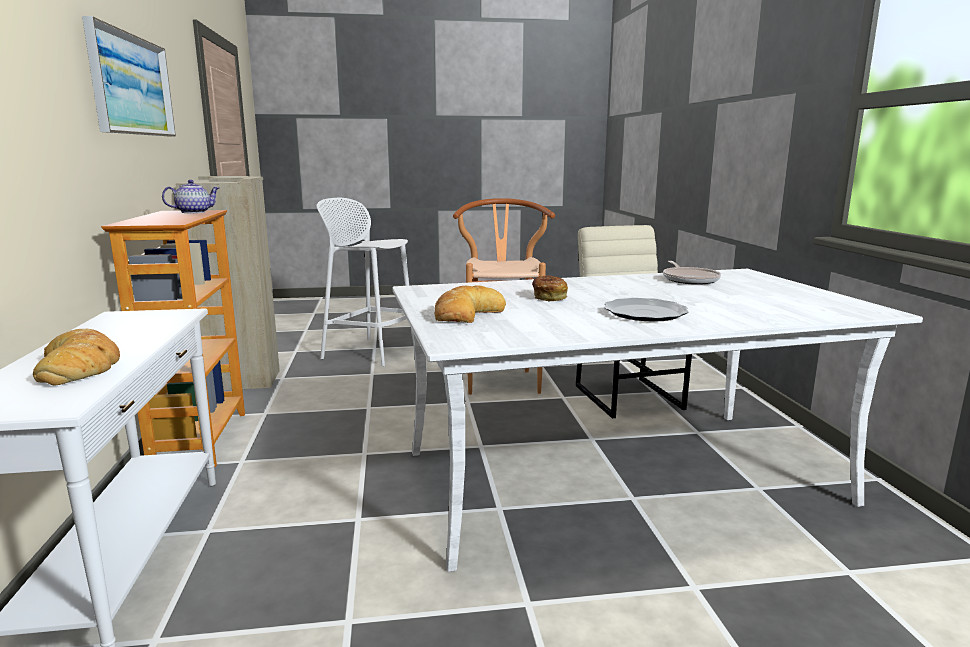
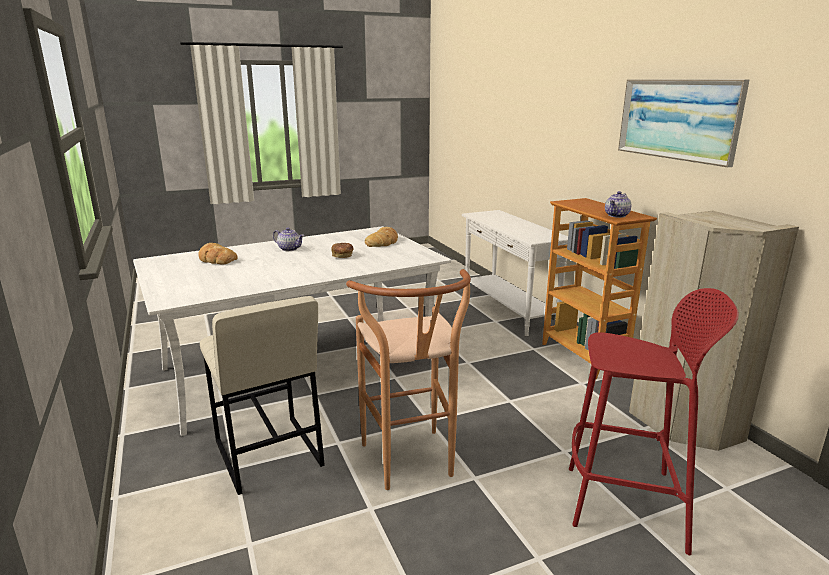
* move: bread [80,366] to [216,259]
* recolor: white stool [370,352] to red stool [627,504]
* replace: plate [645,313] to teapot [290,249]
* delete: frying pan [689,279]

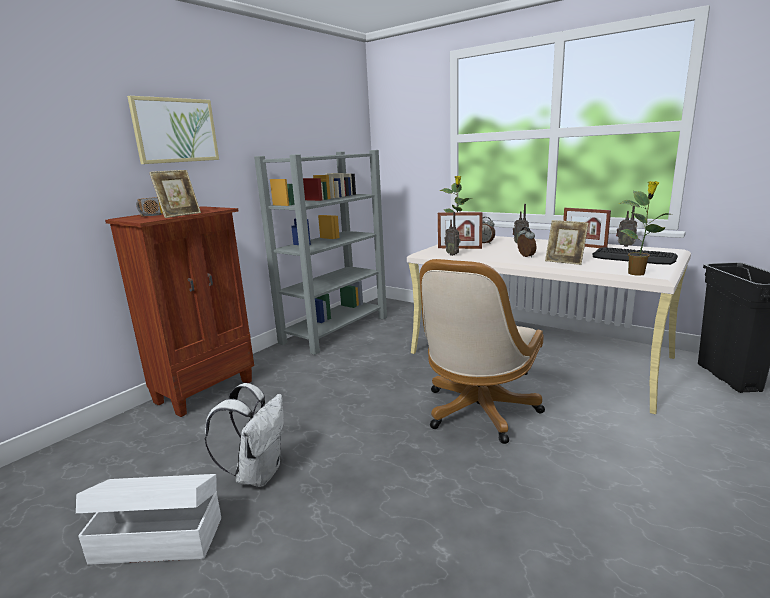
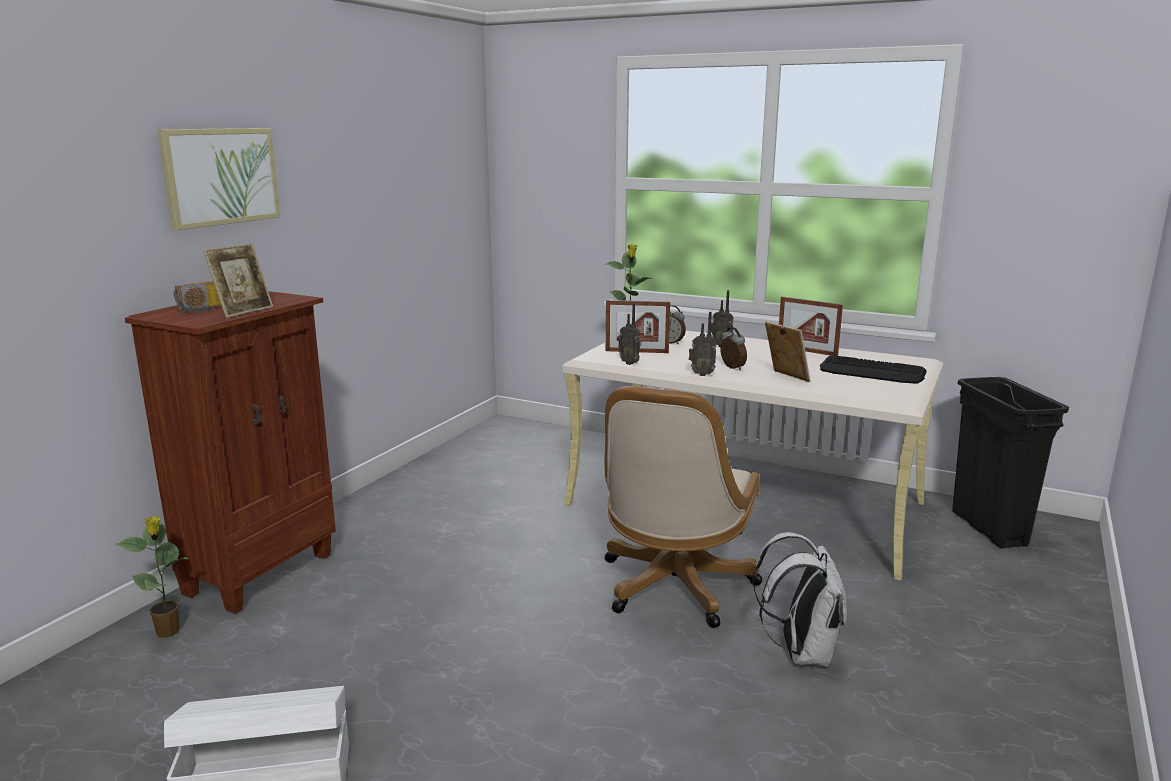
* move: white backpack [258,473] to [801,652]
* delete: grey bookcase [335,330]
* rotate: picture frame [565,261] = [785,377] 150 degrees counterclockwise
* move: radio [624,245] to [702,374]
* move: potted plant [637,273] to [169,632]

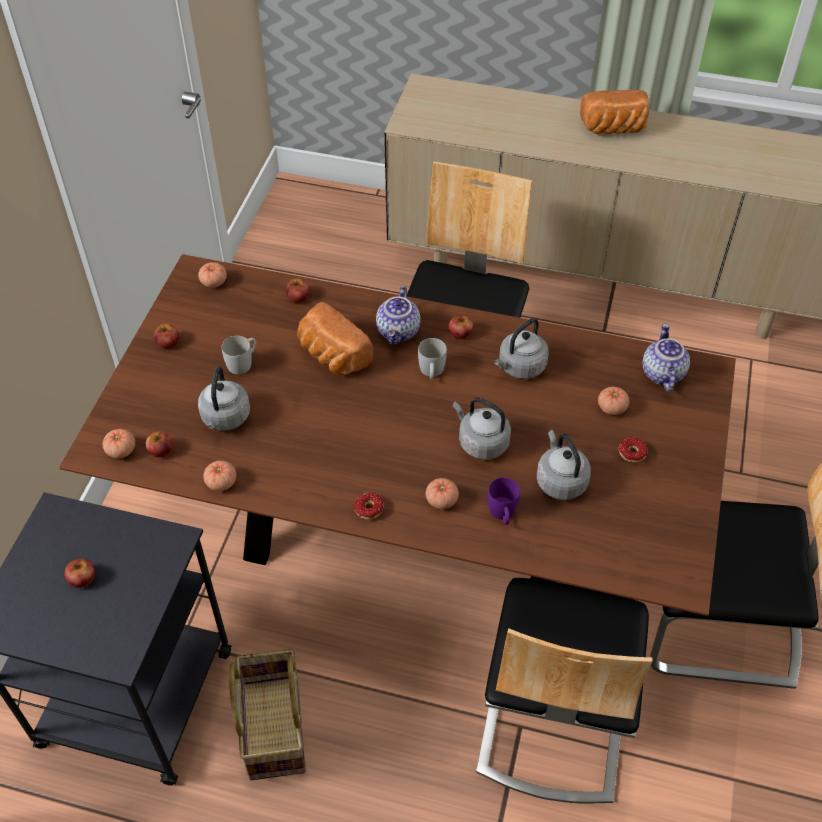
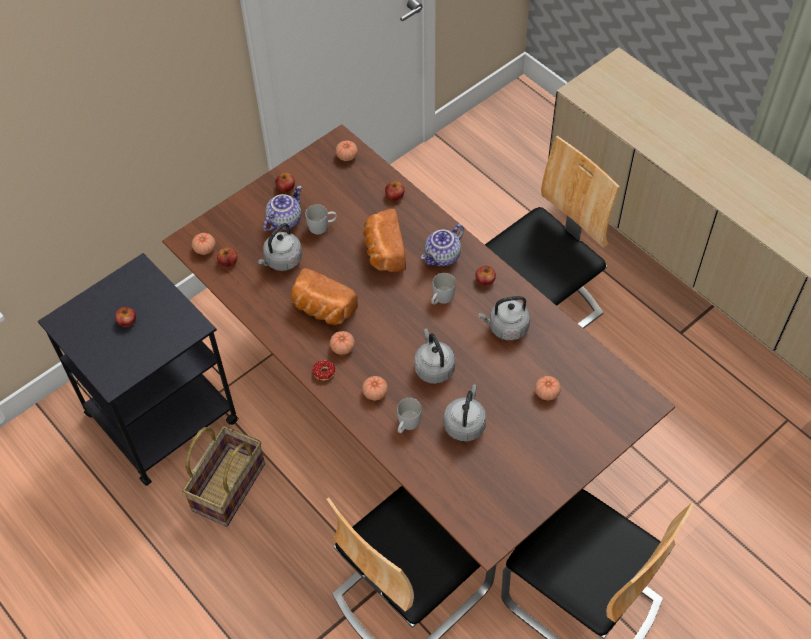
* move: tomato [221,482] to [342,347]
* recolor: purple mug [502,514] to white mug [407,425]
* move: bread [613,129] to [322,309]
* delete: donut [629,456]
* move: teapot [661,373] to [284,220]

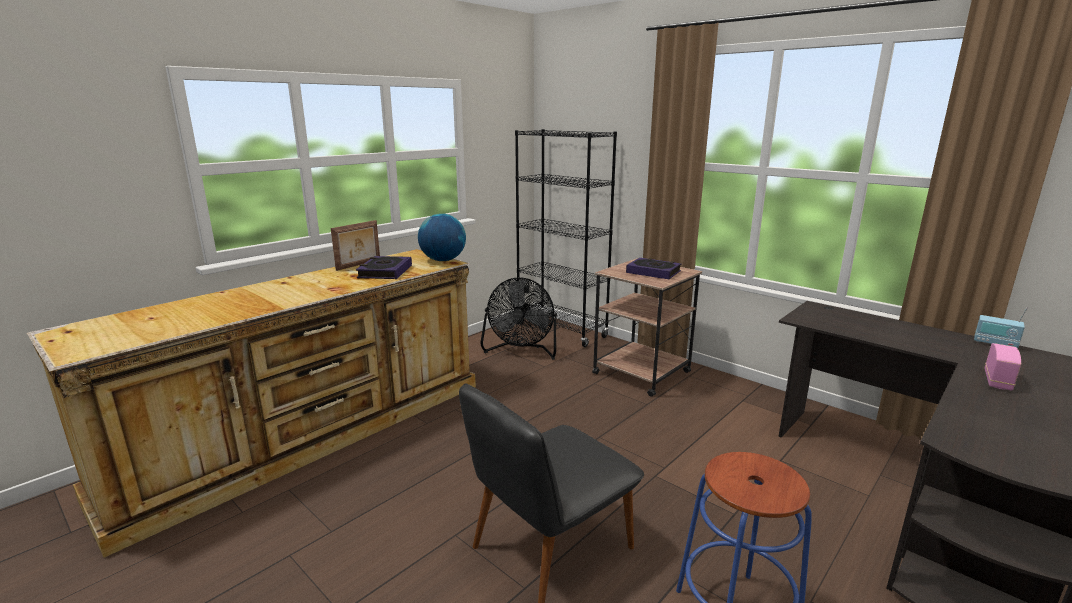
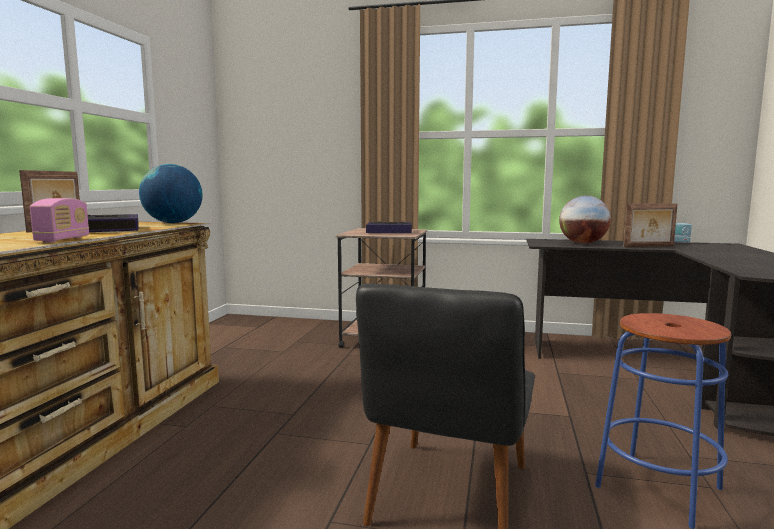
* delete: black fan [519,350]
* delete: black bookcase [561,330]
* move: radio [997,381] to [63,239]
* insert: globe [583,243]
* insert: picture frame [649,246]

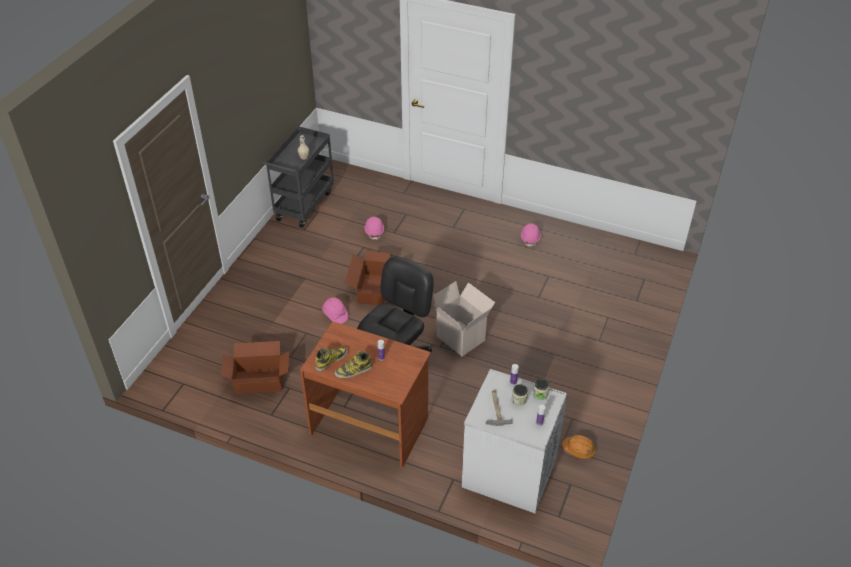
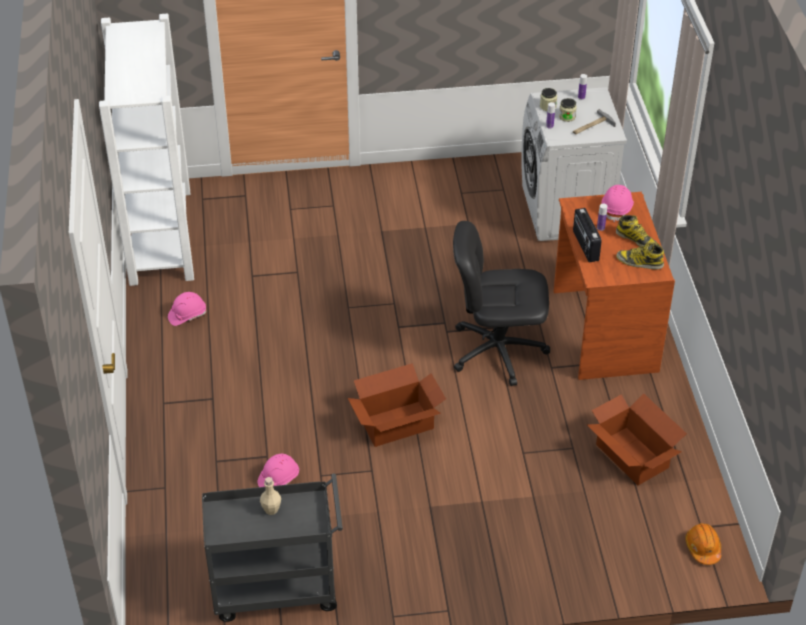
* move: pink hard hat [335,315] to [617,208]
* delete: cardboard box [462,338]
* move: orange hard hat [578,450] to [702,548]
* insert: white bookcase [160,236]
* insert: radio [585,246]

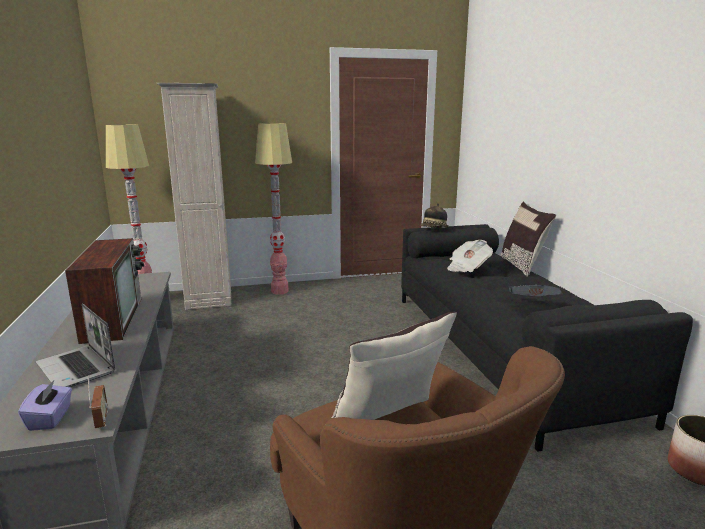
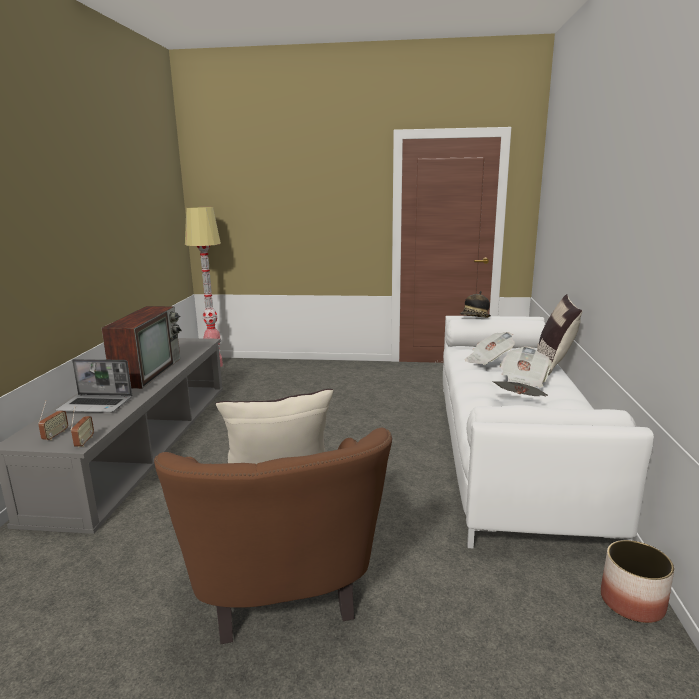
* replace: purple tissue box [50,418] to radio [55,435]
* rotate: laptop [77,368] = [96,405] 60 degrees counterclockwise
* delete: beige cabinet [210,298]
* delete: floor lamp [279,291]
* recolor: black sofa [500,350] to white sofa [510,451]
* insert: newspaper [523,381]

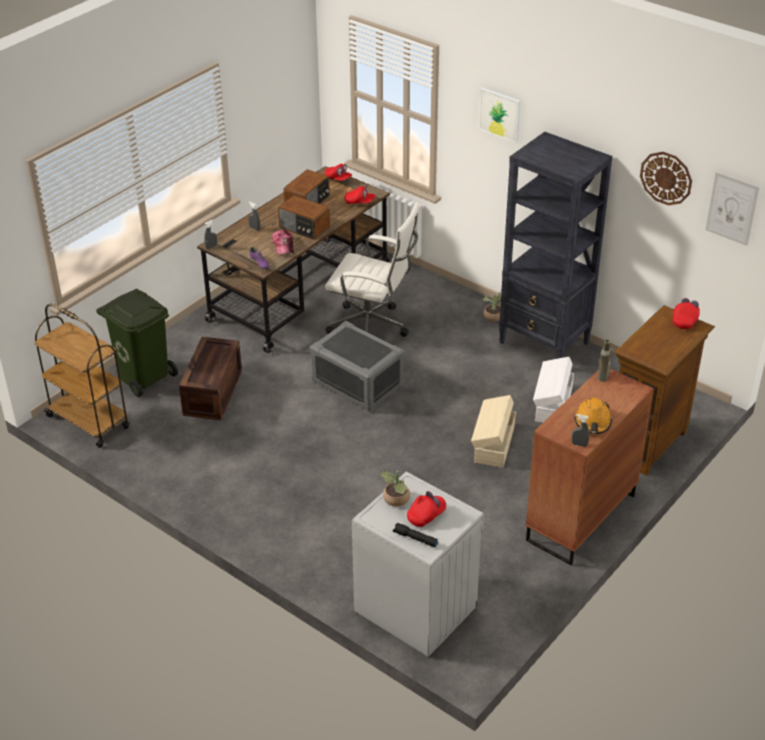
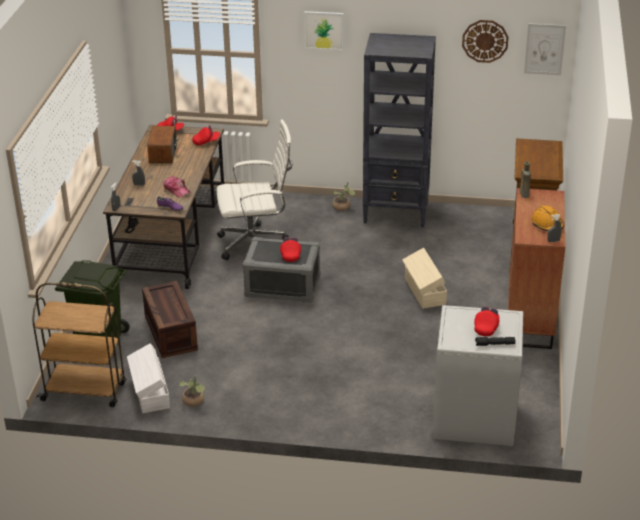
* delete: radio [304,228]
* move: potted plant [396,501] to [194,402]
* move: white storage box [552,404] to [150,392]
* move: red cap [685,320] to [290,255]

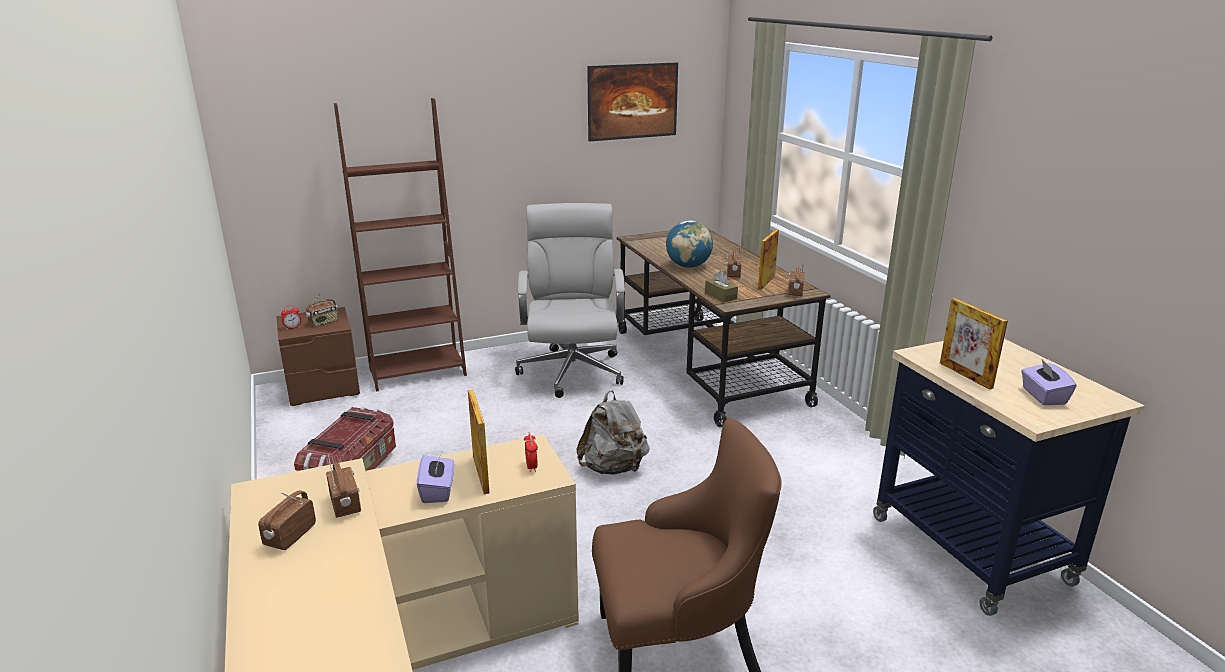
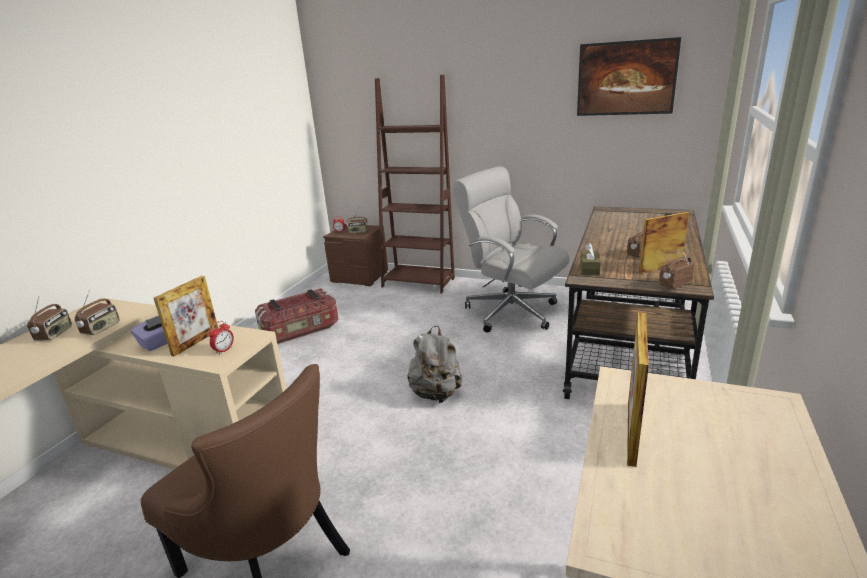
* rotate: radio [289,536] = [55,334] 120 degrees clockwise
* rotate: grey office chair [572,372] = [512,312] 90 degrees counterclockwise
* delete: globe [688,266]
* delete: purple tissue box [1043,396]

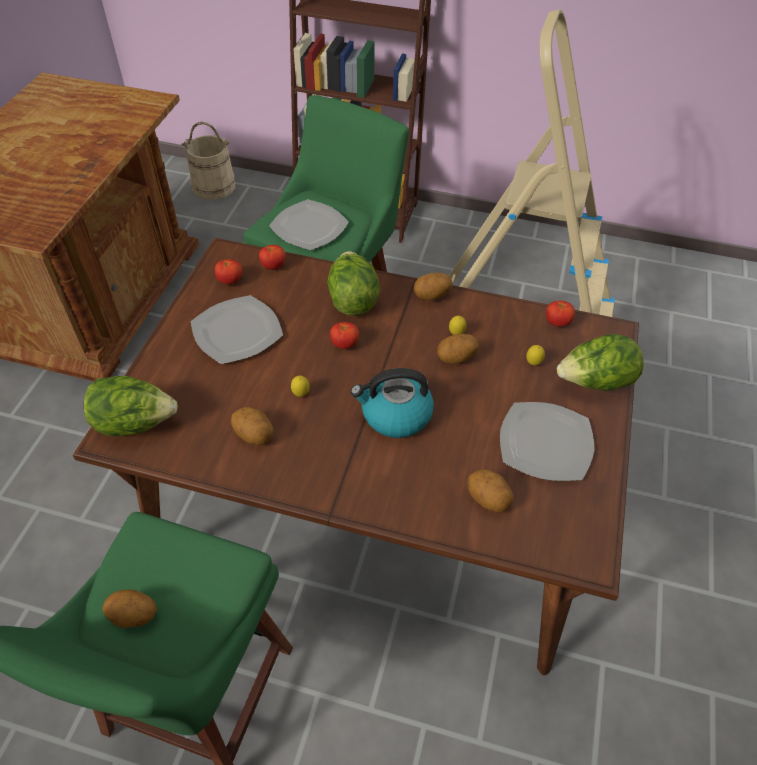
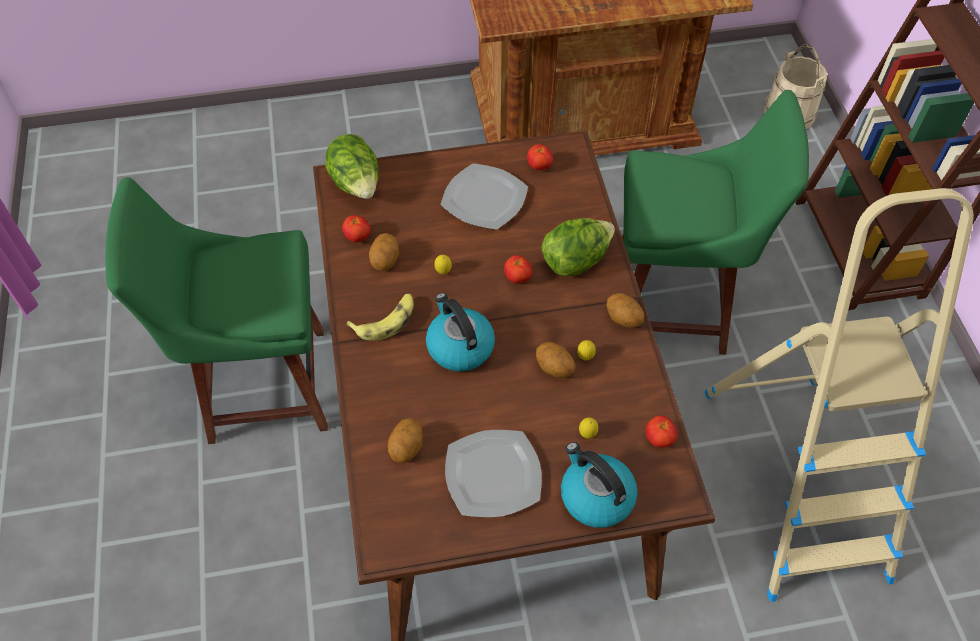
* delete: potato [133,616]
* move: tomato [273,266] to [357,237]
* delete: plate [309,227]
* replace: lettuce [594,382] to kettle [595,496]
* insert: banana [386,320]

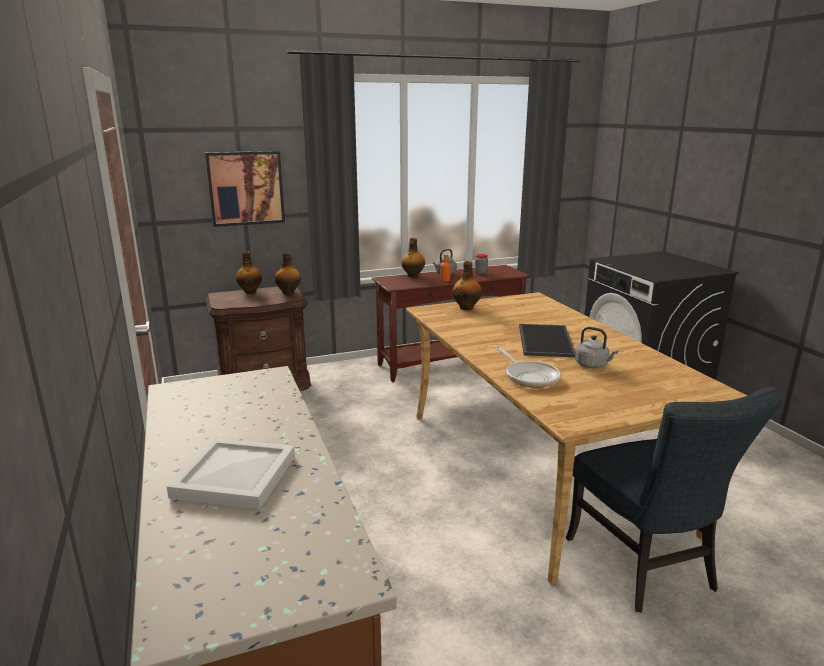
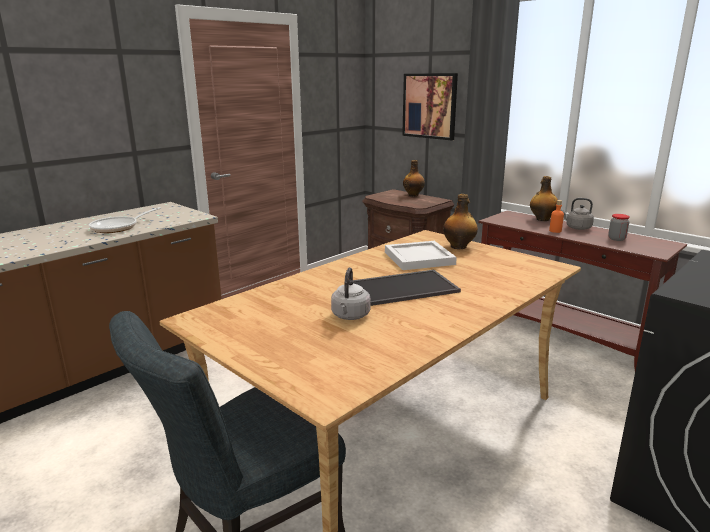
* move: white tray [234,475] to [419,258]
* delete: bottle [289,292]
* move: frying pan [529,376] to [118,227]

